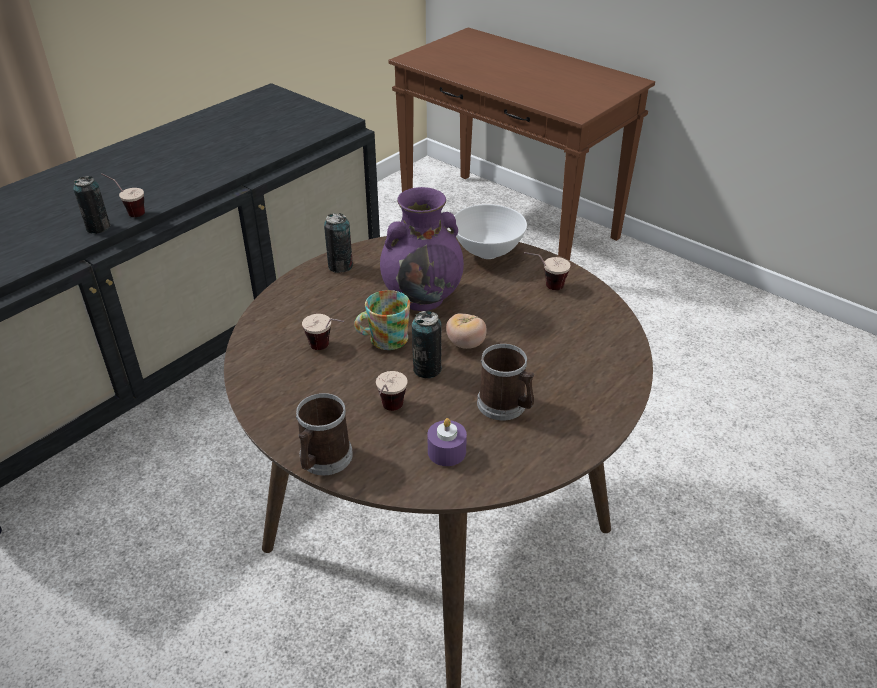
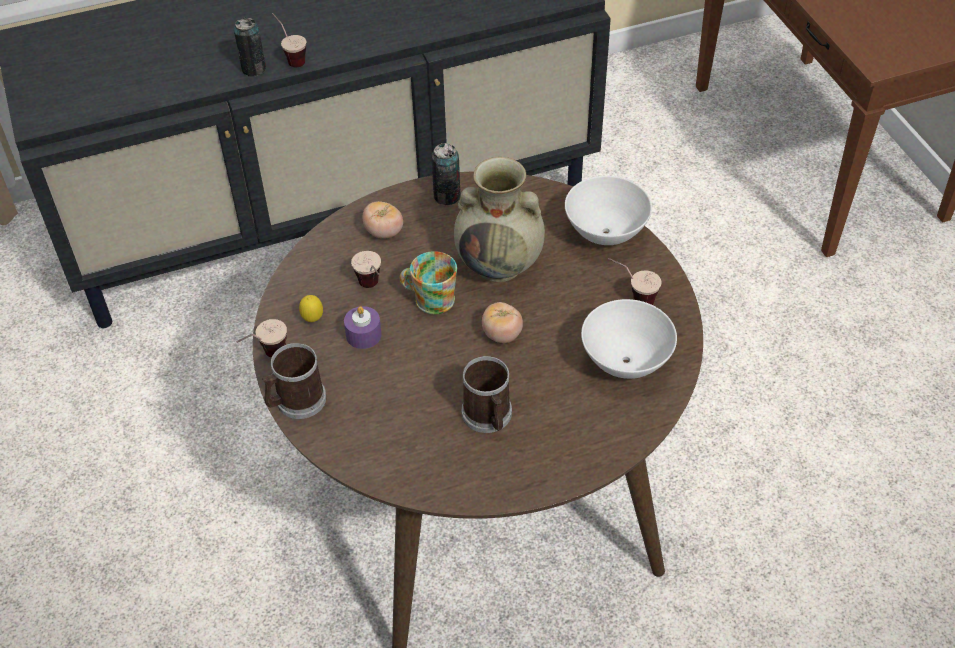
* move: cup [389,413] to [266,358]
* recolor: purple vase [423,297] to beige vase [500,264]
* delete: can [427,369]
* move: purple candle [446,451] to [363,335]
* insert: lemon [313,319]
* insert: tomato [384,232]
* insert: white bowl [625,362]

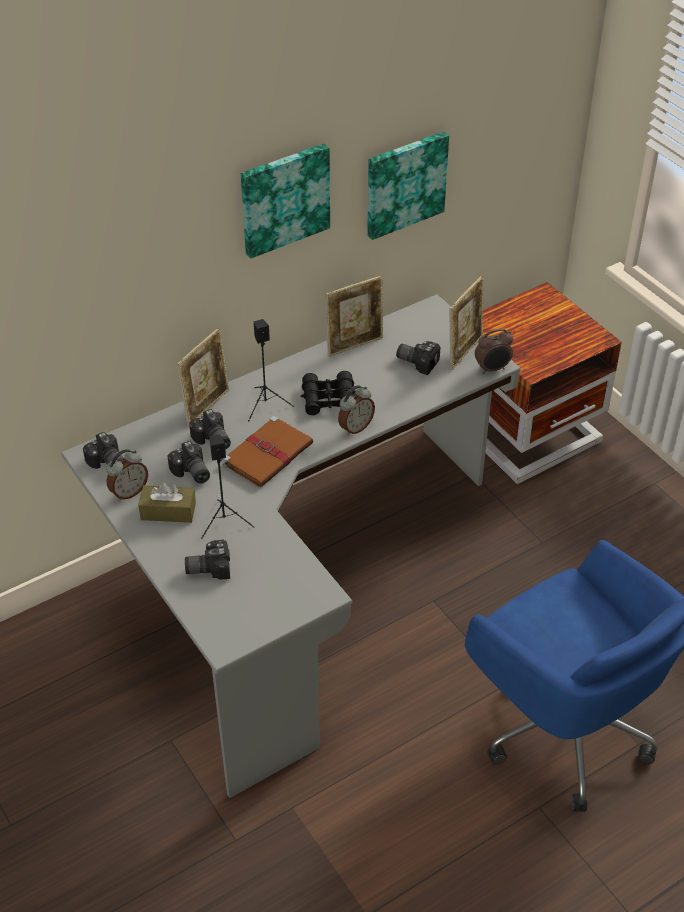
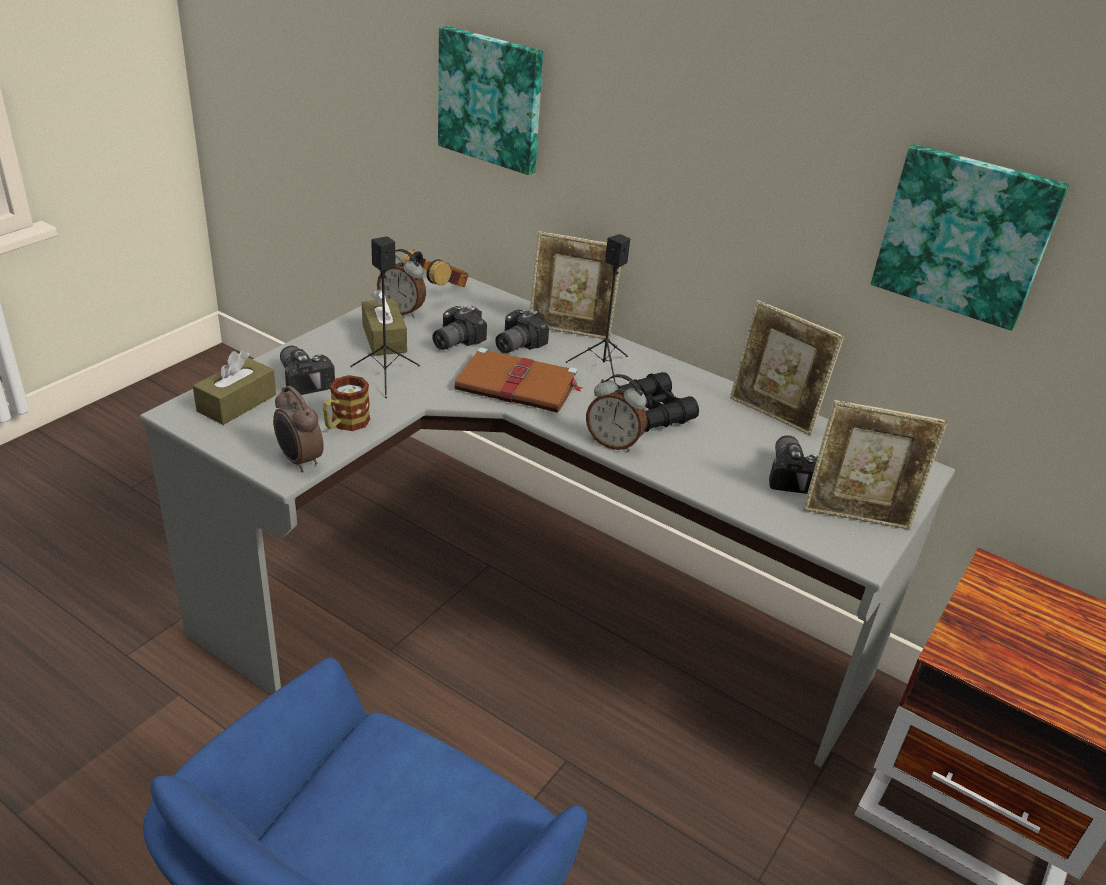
* replace: photo camera [107,463] to headphones [438,292]
* move: picture [284,199] to [491,99]
* move: alarm clock [492,369] to [299,461]
* insert: brown tissue box [237,403]
* insert: mug [345,424]

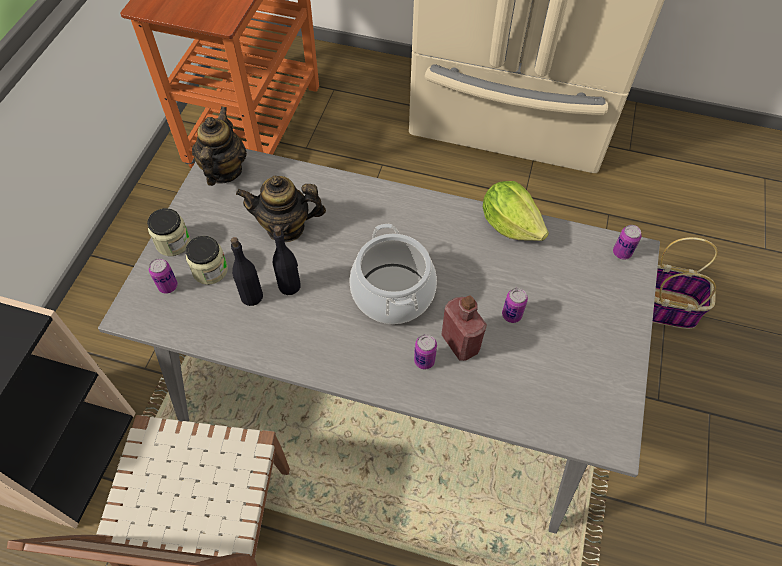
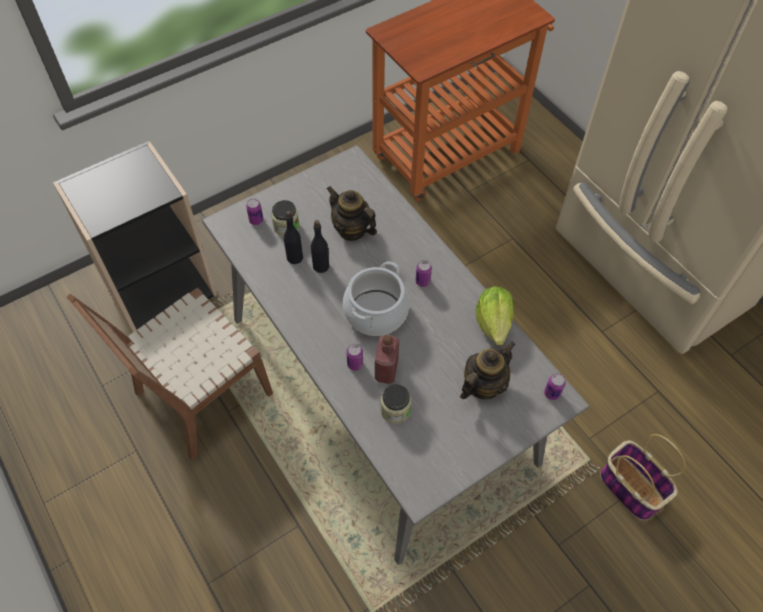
* move: jar [173,242] to [395,410]
* move: teapot [224,171] to [483,385]
* move: can [511,315] to [422,281]

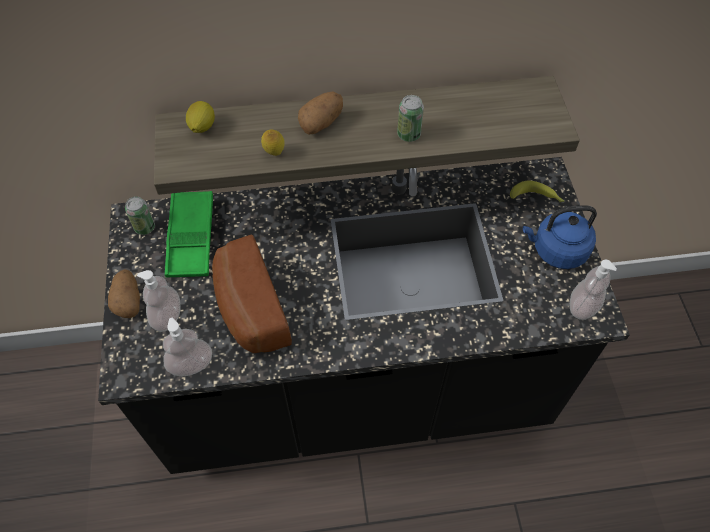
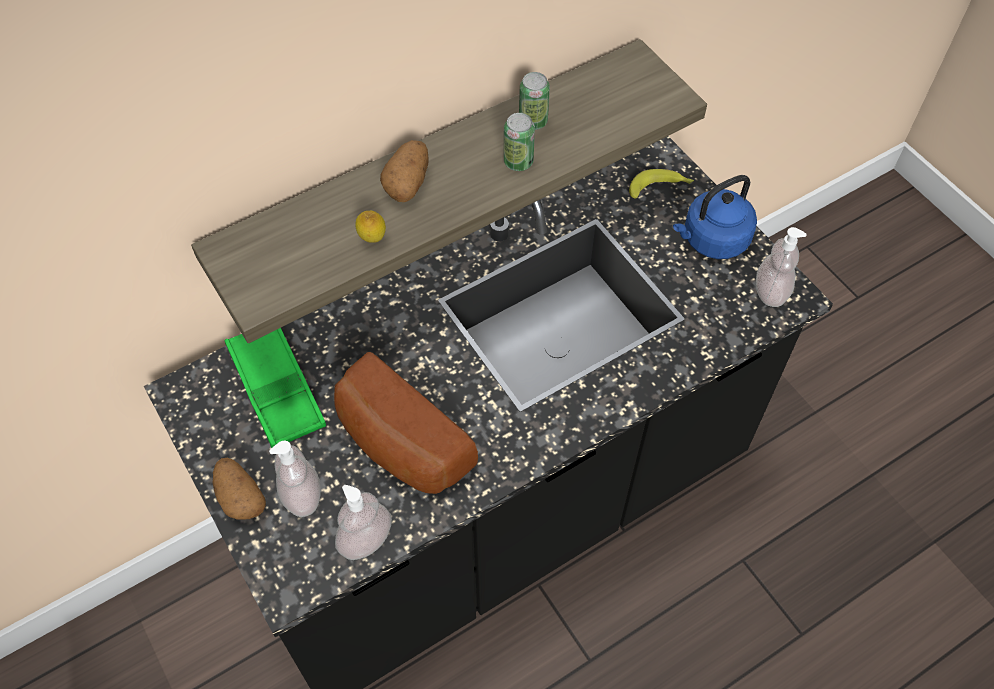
* move: can [145,227] to [533,121]
* delete: lemon [202,127]

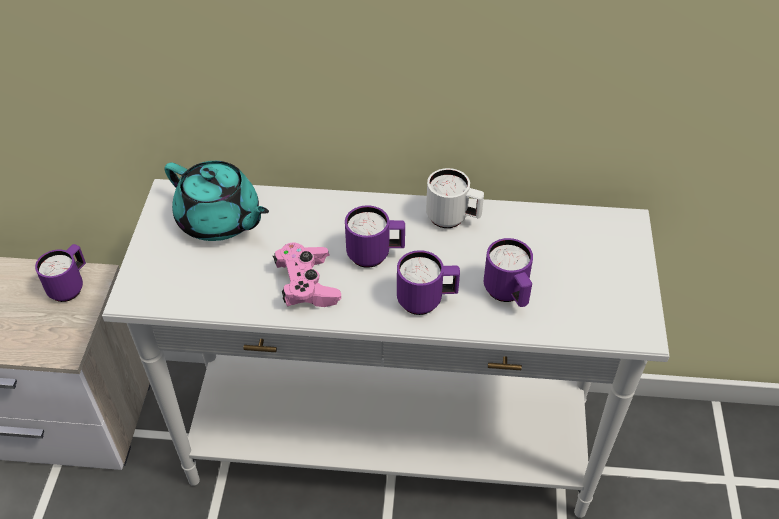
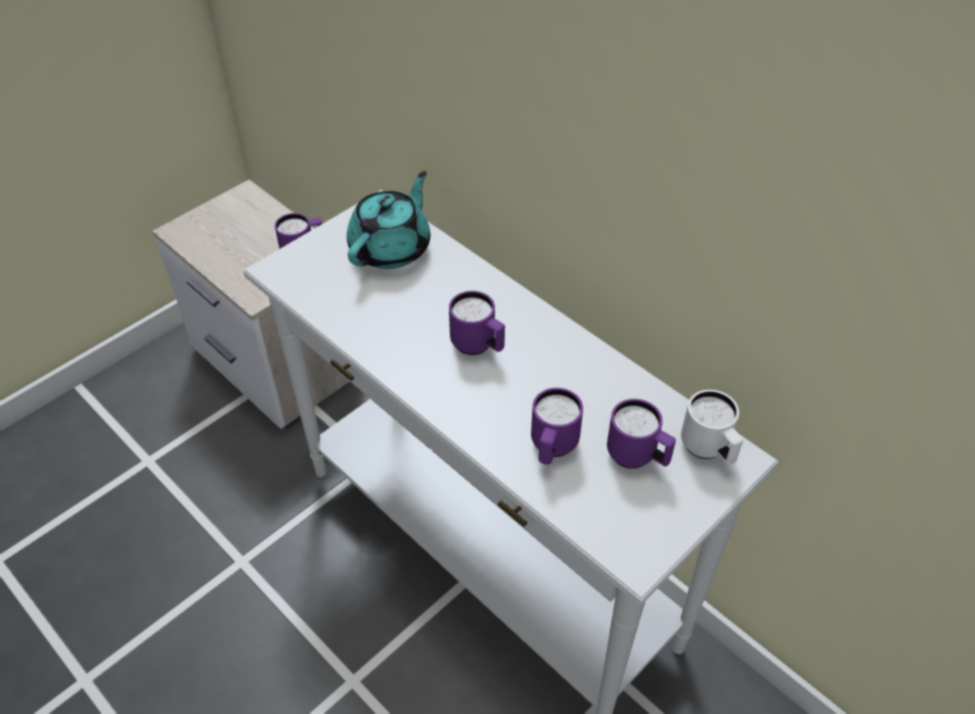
* rotate: turquoise teapot [220,220] = [391,248] 135 degrees counterclockwise
* delete: pink game controller [307,285]
* move: purple mug [426,301] to [637,457]
* move: white mug [453,219] to [708,450]

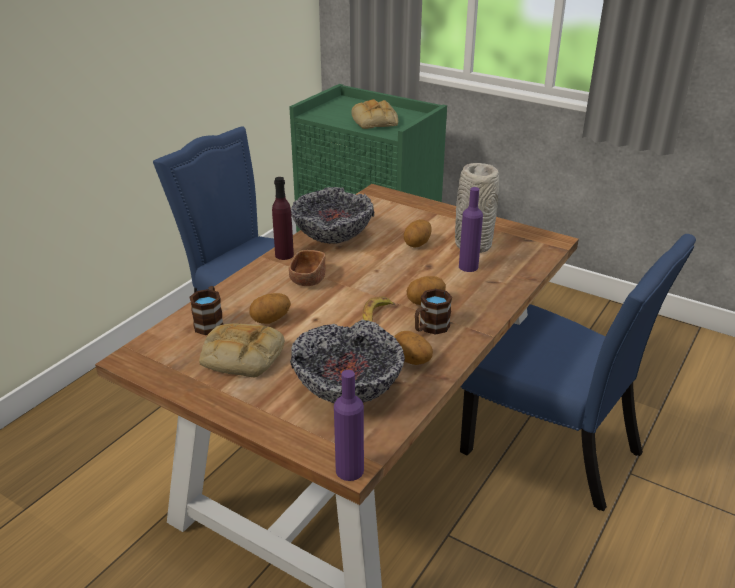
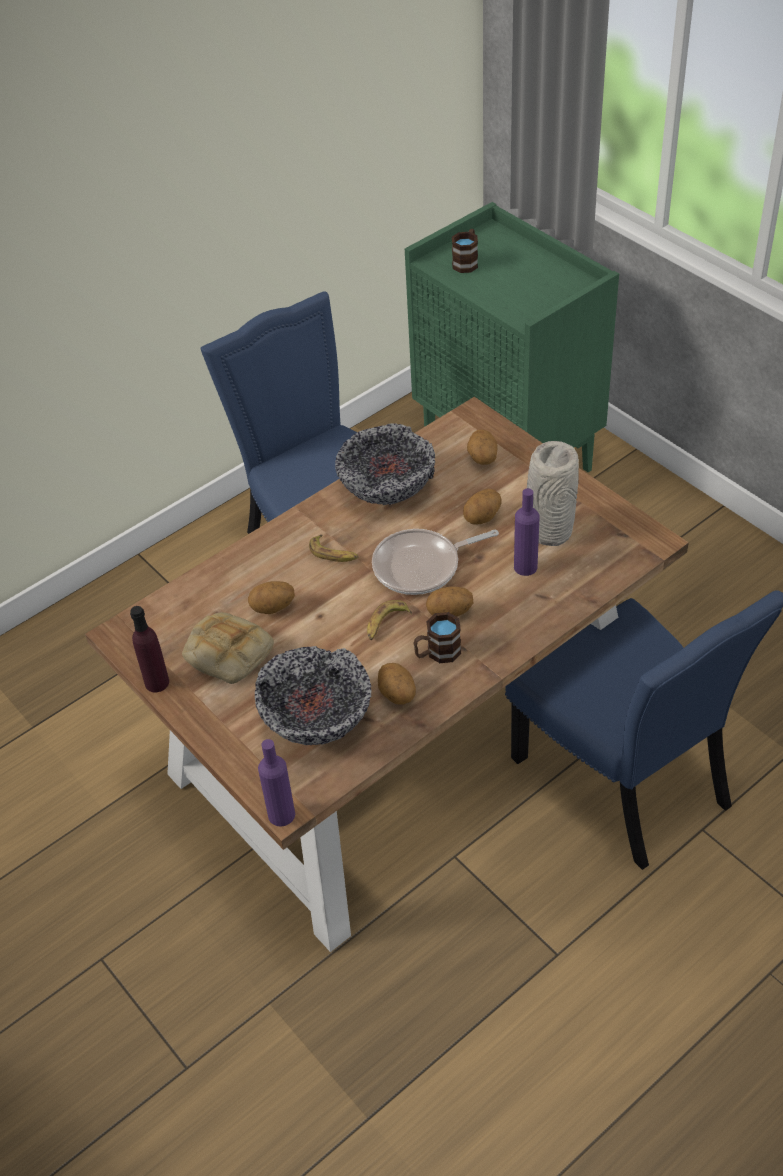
* move: brown mug [210,322] to [467,261]
* move: purple bottle [284,255] to [157,682]
* replace: brown bowl [308,279] to banana [333,553]
* delete: bread [375,122]
* insert: frying pan [421,566]
* insert: potato [482,459]

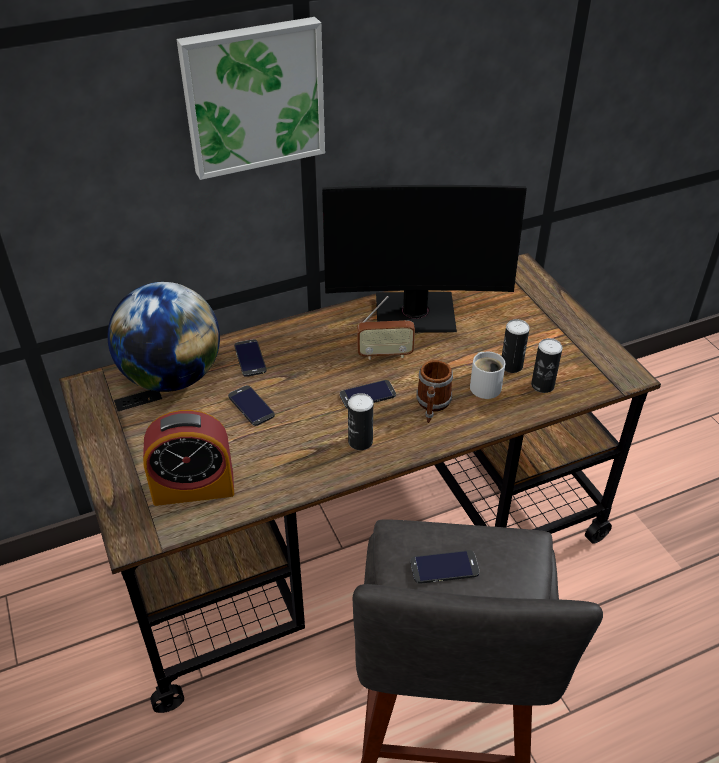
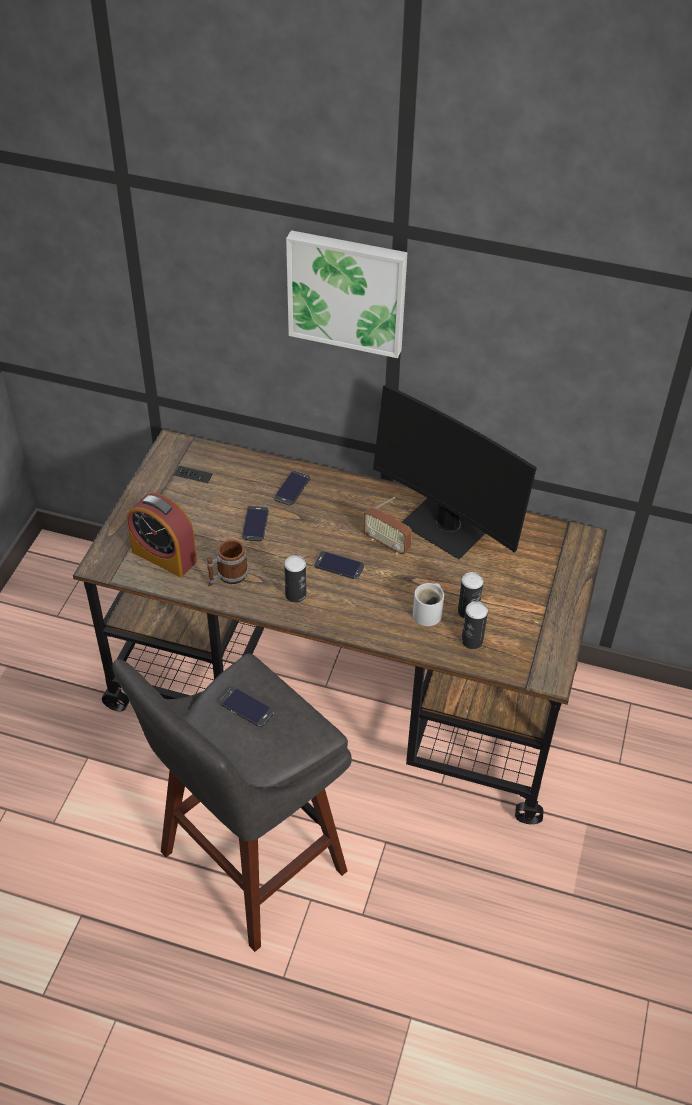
* delete: globe [172,377]
* move: mug [432,406] to [227,576]

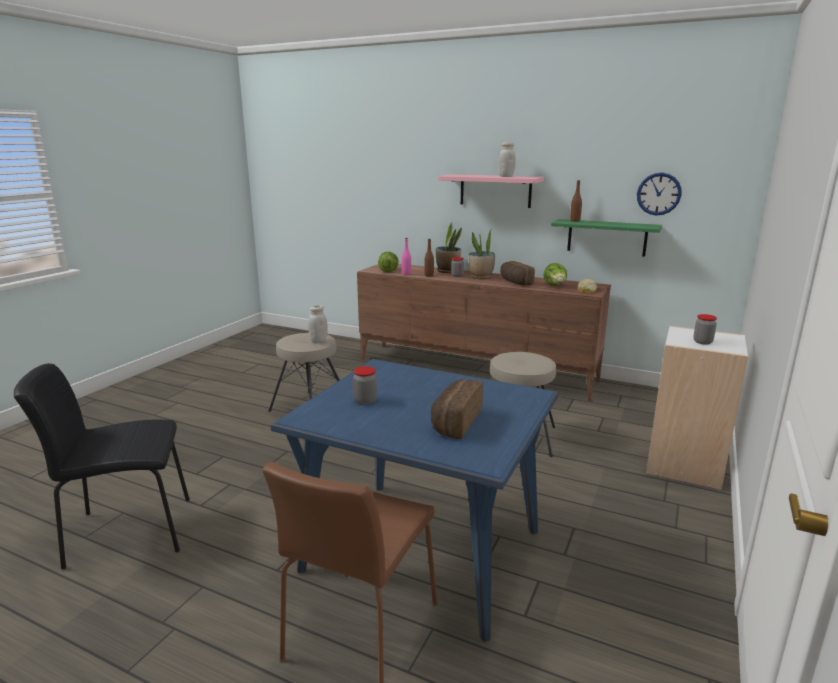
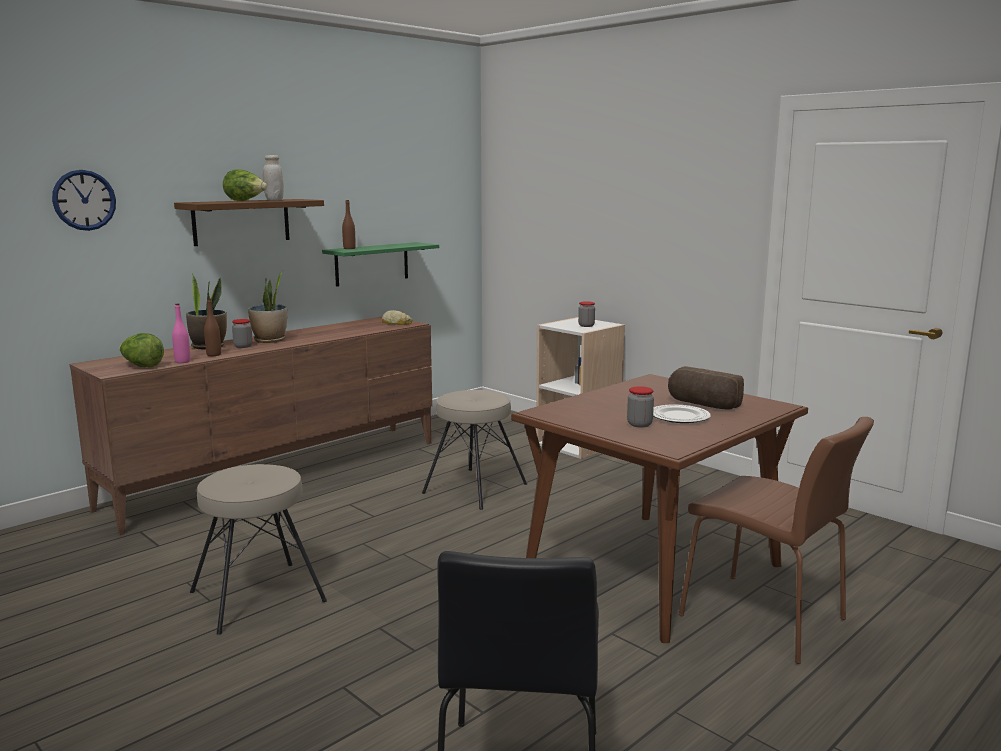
* recolor: blue dining table [423,550] to brown dining table [654,570]
* delete: white jar [318,341]
* recolor: pink shelf [495,190] to brown shelf [241,221]
* delete: bread [514,282]
* move: lettuce [555,286] to [245,201]
* move: wall clock [658,194] to [84,200]
* insert: plate [680,417]

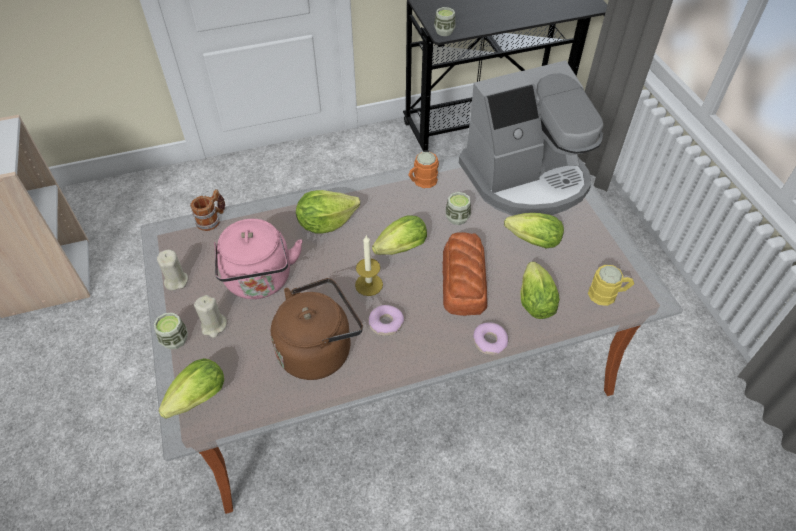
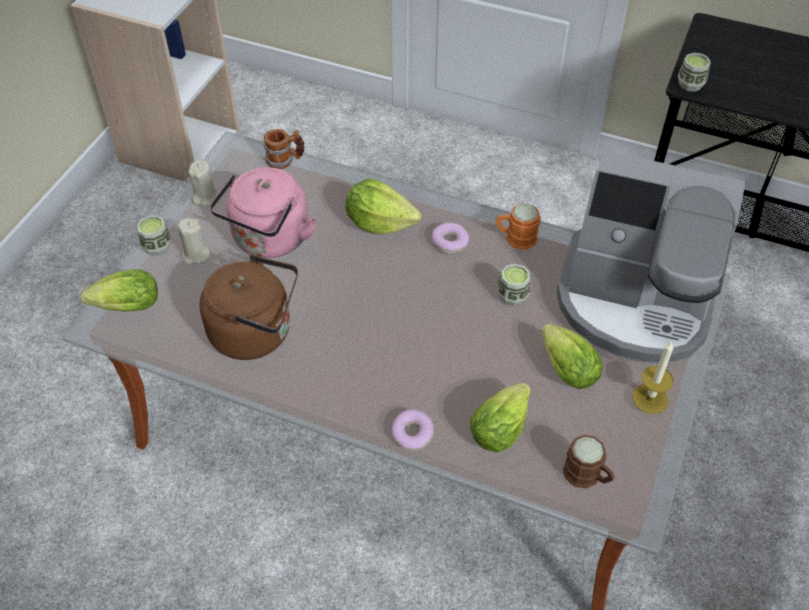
* move: candle [369,284] to [650,398]
* move: donut [386,323] to [450,242]
* delete: lettuce [398,250]
* delete: bread [463,280]
* recolor: yellow mug [607,294] to brown mug [587,476]

